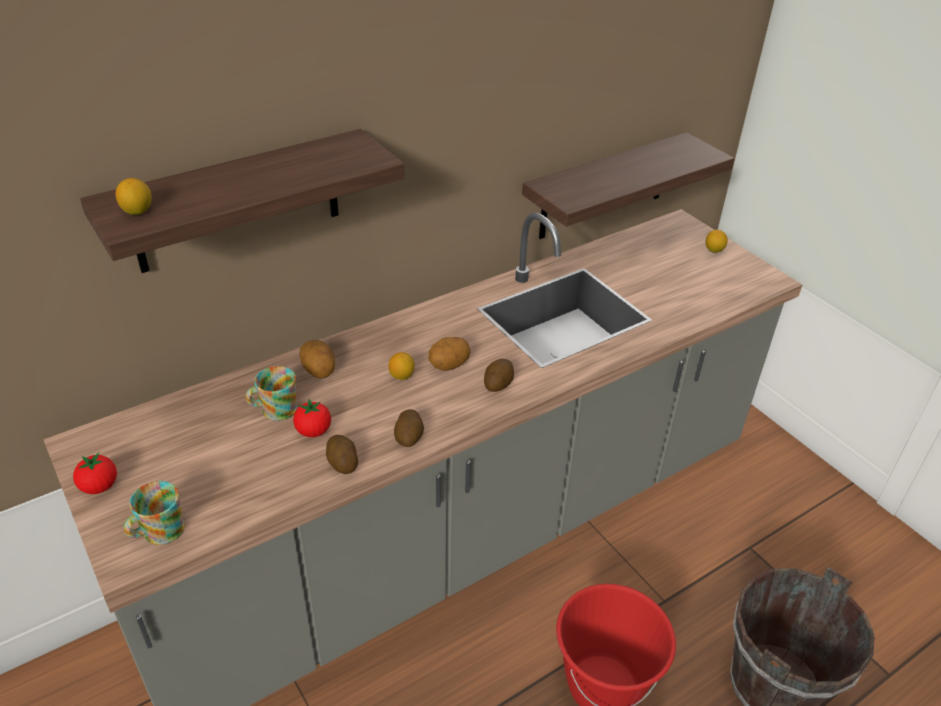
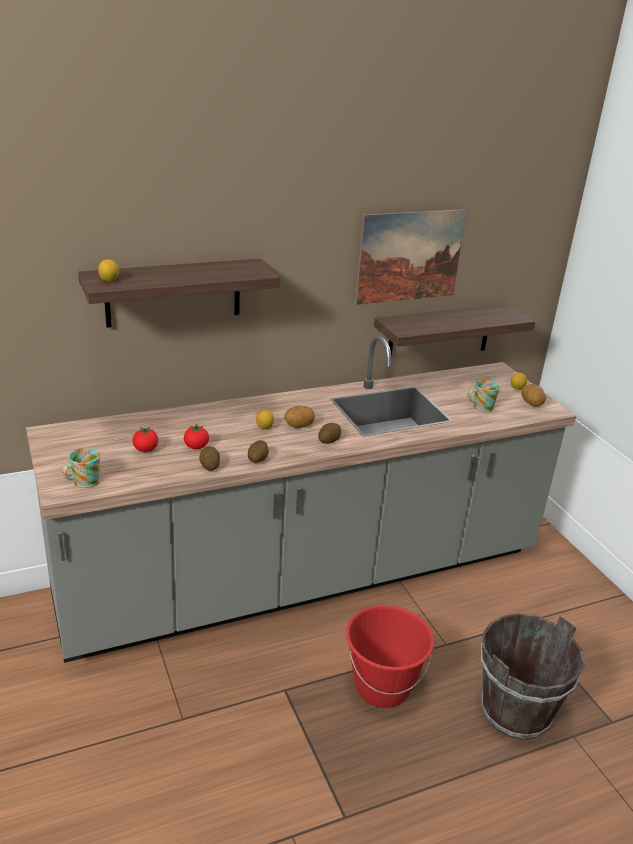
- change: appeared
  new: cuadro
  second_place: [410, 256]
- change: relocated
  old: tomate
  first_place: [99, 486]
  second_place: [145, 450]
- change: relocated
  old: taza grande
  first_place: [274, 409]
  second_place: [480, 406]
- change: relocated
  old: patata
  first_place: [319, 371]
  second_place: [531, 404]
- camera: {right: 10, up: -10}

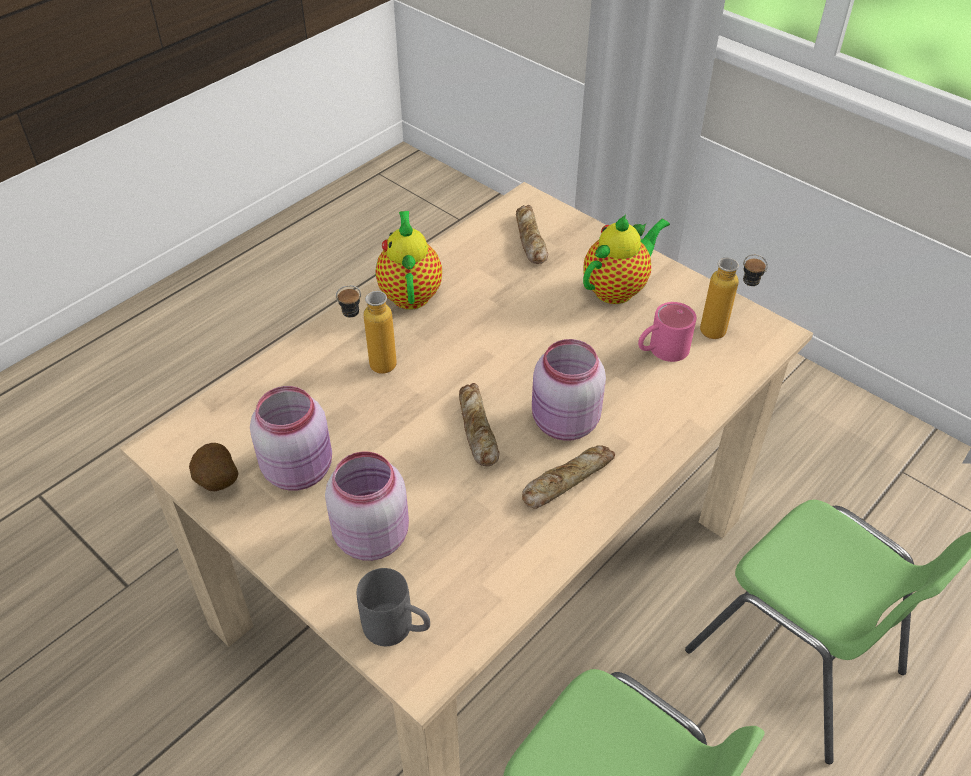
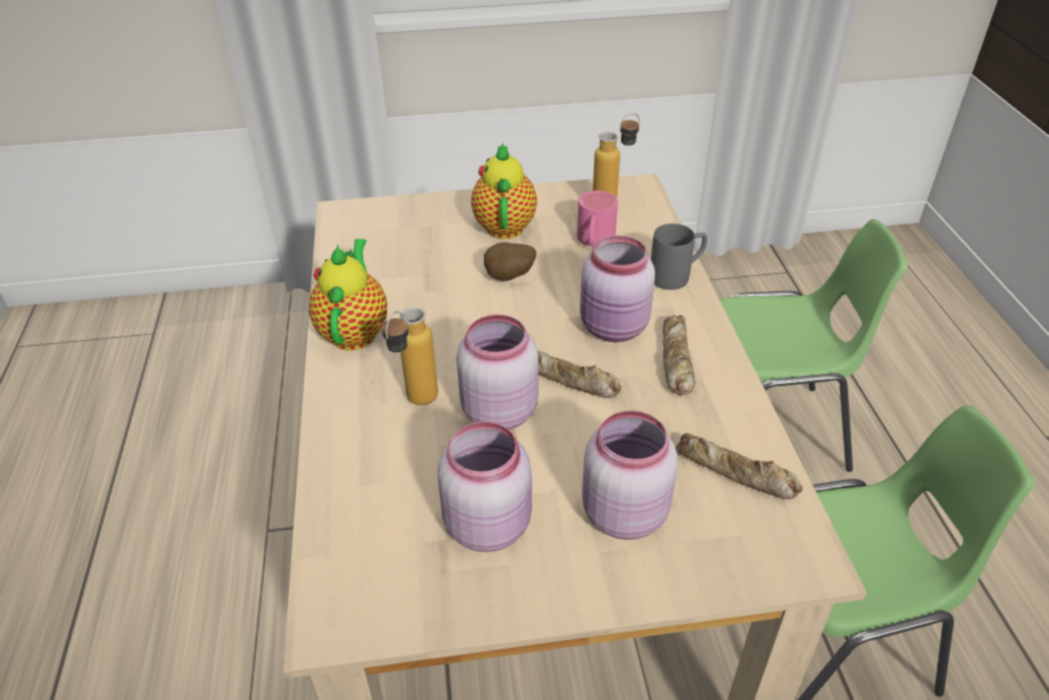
- change: appeared
  new: tarro (rosa)
  second_place: [497, 411]
- change: relocated
  old: patata
  first_place: [217, 483]
  second_place: [509, 278]
- change: relocated
  old: taza grande (gris)
  first_place: [398, 629]
  second_place: [677, 275]
- change: relocated
  old: pan
  first_place: [529, 239]
  second_place: [736, 473]
- change: spun
  old: tetera
  first_place: [410, 292]
  second_place: [355, 331]
  degrees: 60
- camera: {right: -50, up: -5}

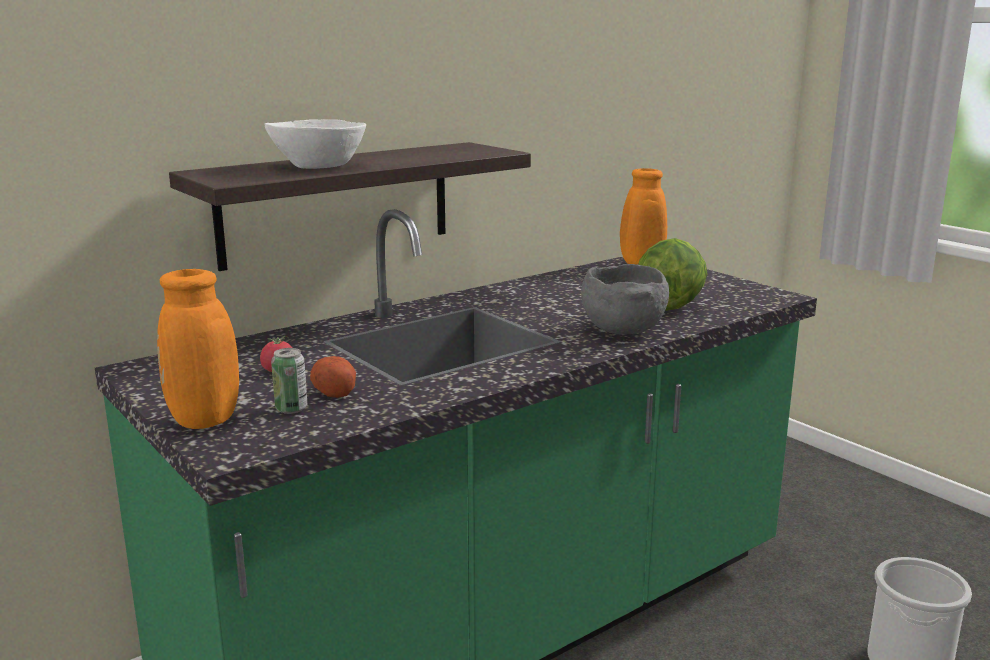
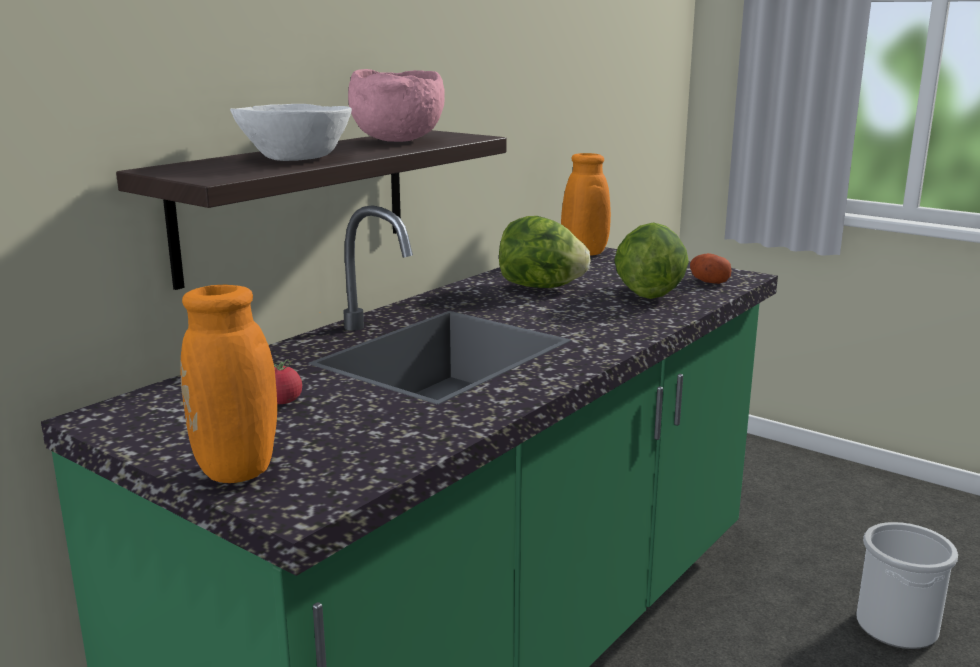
- change: missing
  old: lata
  first_place: [291, 408]
- change: missing
  old: cuenco (gris)
  first_place: [622, 330]
- change: appeared
  new: cuenco (rosa)
  second_place: [397, 140]
- change: appeared
  new: lechuga
  second_place: [541, 287]
- change: relocated
  old: patata
  first_place: [334, 391]
  second_place: [707, 281]
- camera: {right: -15, up: 0}

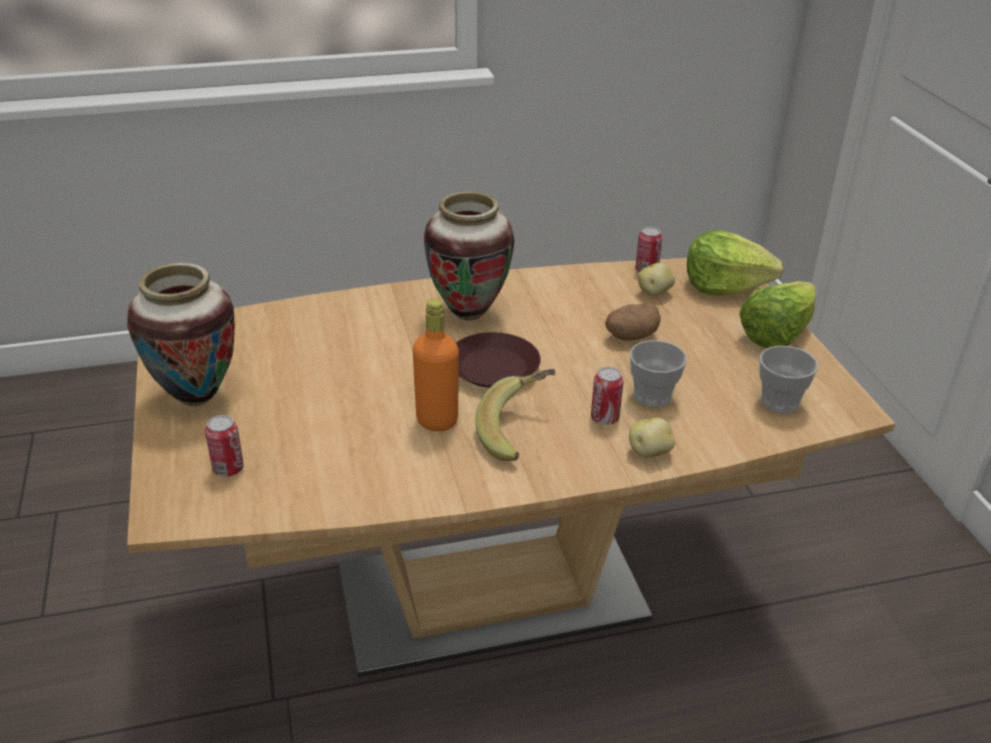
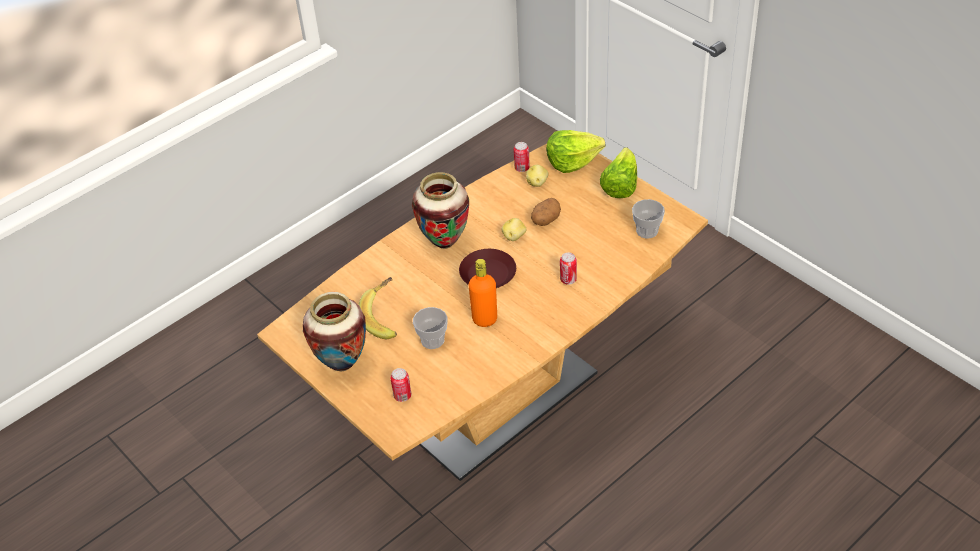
- change: relocated
  old: plátano
  first_place: [520, 432]
  second_place: [385, 318]
- change: relocated
  old: patata
  first_place: [650, 452]
  second_place: [514, 237]
- change: relocated
  old: taza
  first_place: [652, 396]
  second_place: [432, 340]
- camera: {right: -25, up: 10}

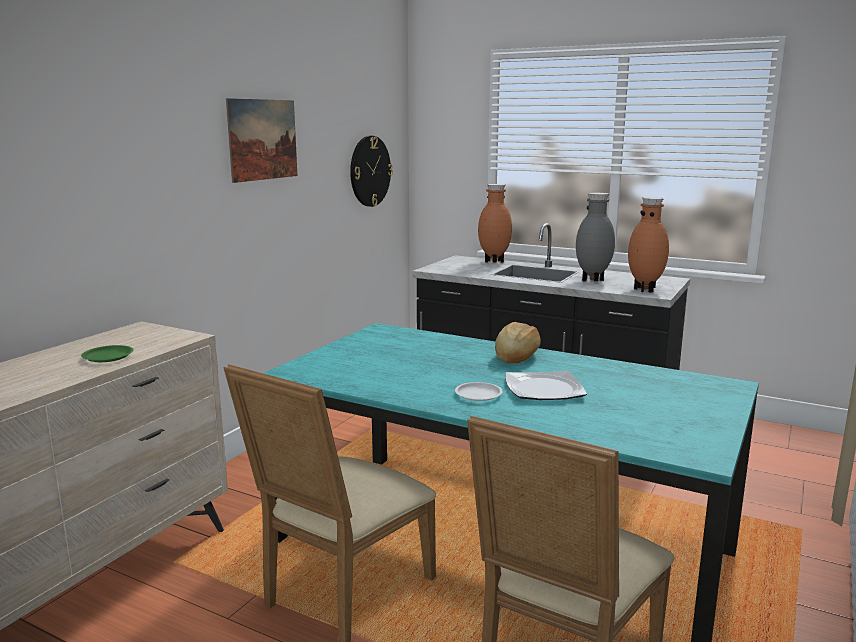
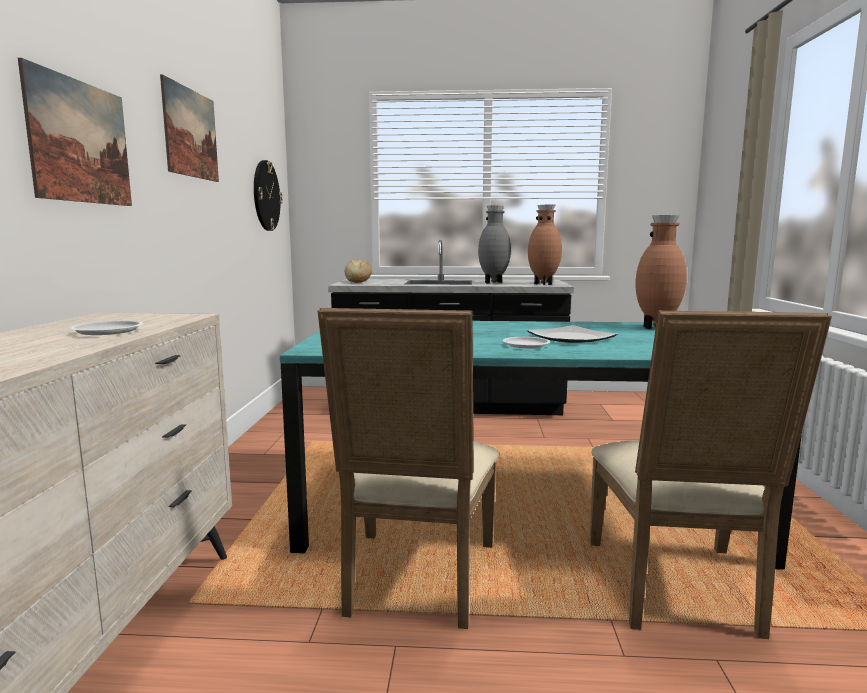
- change: appeared
  new: cuadro
  second_place: [81, 142]
- change: relocated
  old: florero (marrón)
  first_place: [494, 262]
  second_place: [657, 328]
- change: relocated
  old: pan
  first_place: [516, 356]
  second_place: [357, 281]
- change: colour
  old: plato (verde)
  new: plato (blanco)
  first_place: [108, 357]
  second_place: [108, 331]
- camera: {right: -25, up: -5}

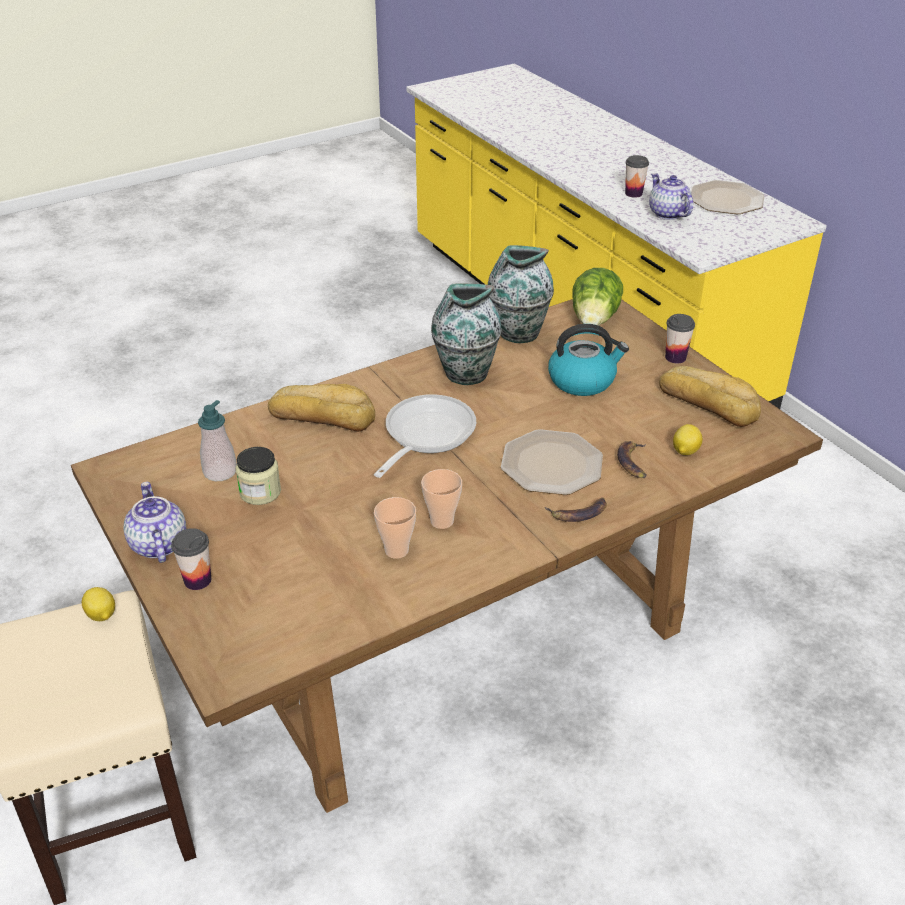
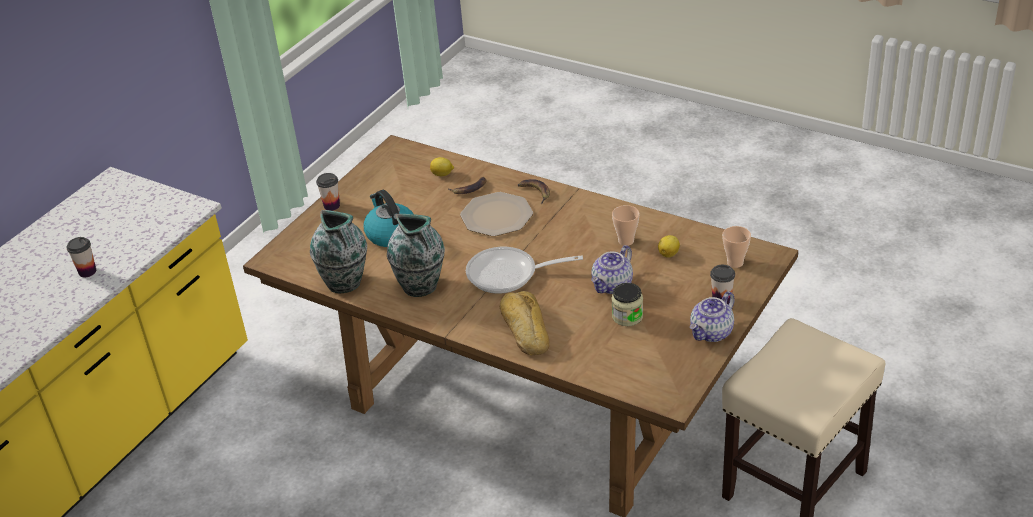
- change: missing
  old: dispensador de jabón
  first_place: [220, 472]
- change: missing
  old: lechuga
  first_place: [594, 320]
- change: missing
  old: pan
  first_place: [709, 402]
- change: missing
  old: plato
  first_place: [725, 199]
- change: relocated
  old: limón
  first_place: [101, 615]
  second_place: [669, 254]
- change: relocated
  old: taza
  first_place: [442, 521]
  second_place: [735, 262]
- change: relocated
  old: tetera
  first_place: [667, 213]
  second_place: [612, 286]
- camera: {right: -115, up: 0}

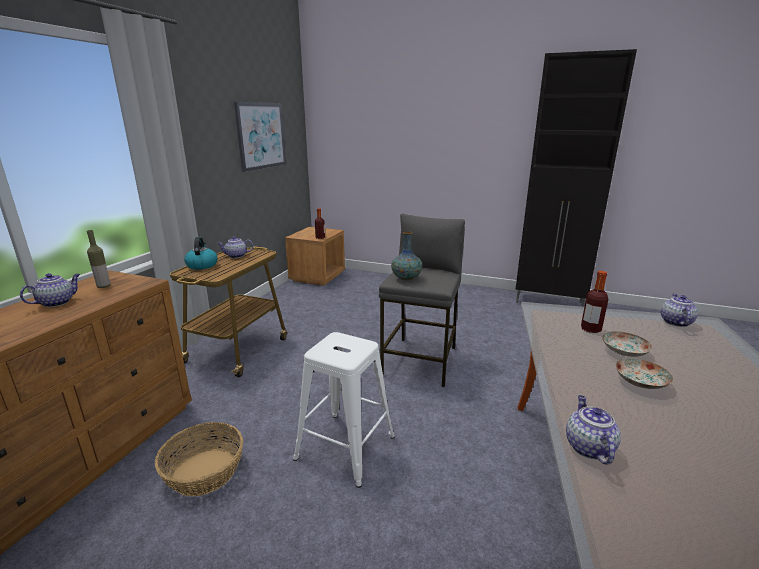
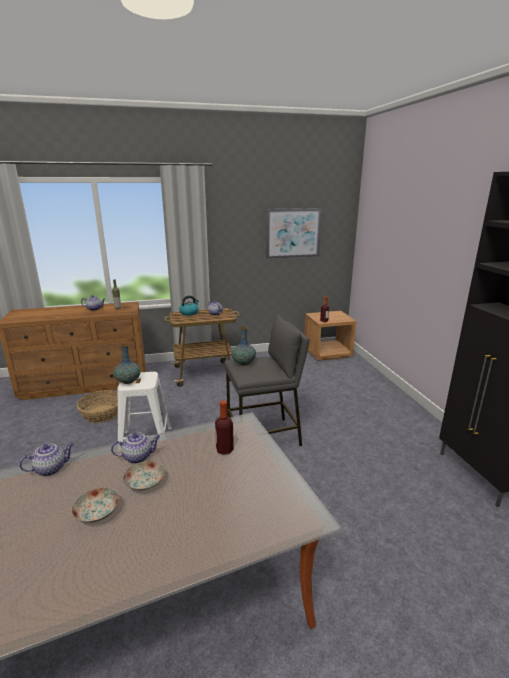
- change: appeared
  new: florero
  second_place: [128, 381]
- change: relocated
  old: plato
  first_place: [625, 351]
  second_place: [97, 512]
- change: relocated
  old: tetera
  first_place: [675, 322]
  second_place: [138, 457]
- camera: {right: 55, up: 0}

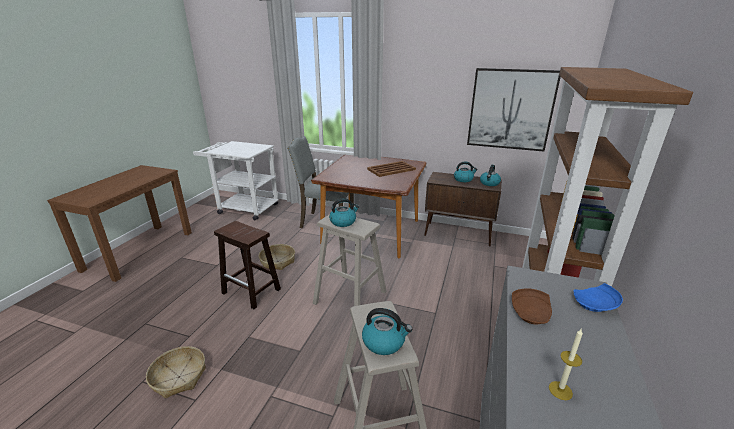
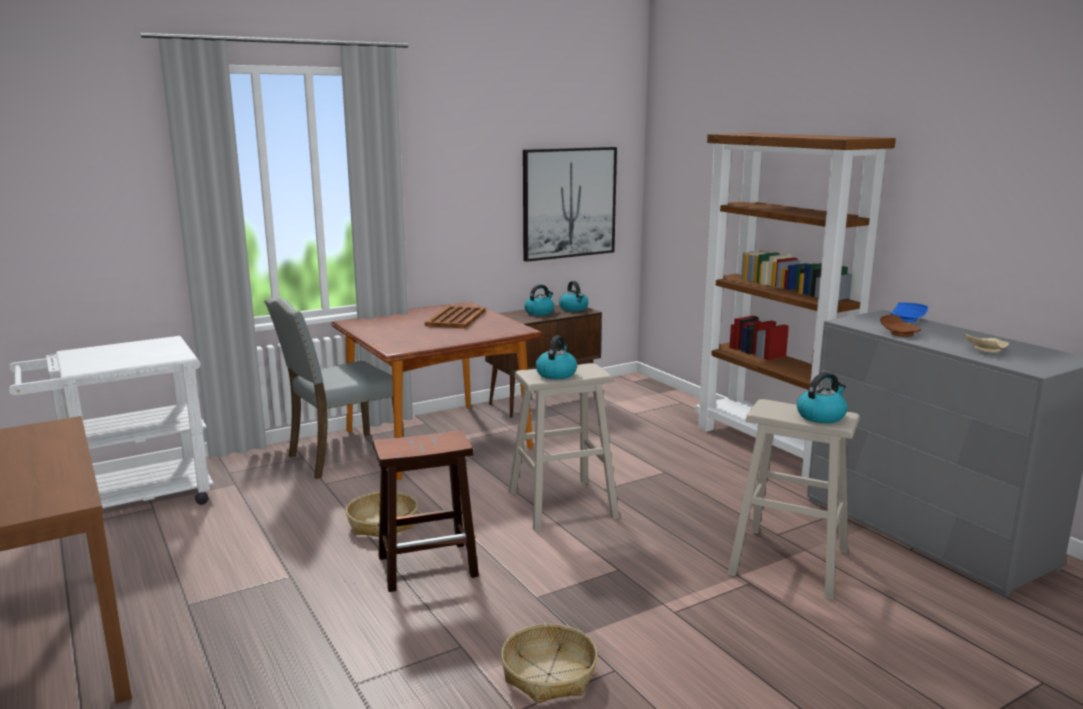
- change: exchanged
  old: vela
  new: plato (beis)
  first_place: [560, 390]
  second_place: [984, 350]
- camera: {right: -50, up: -10}

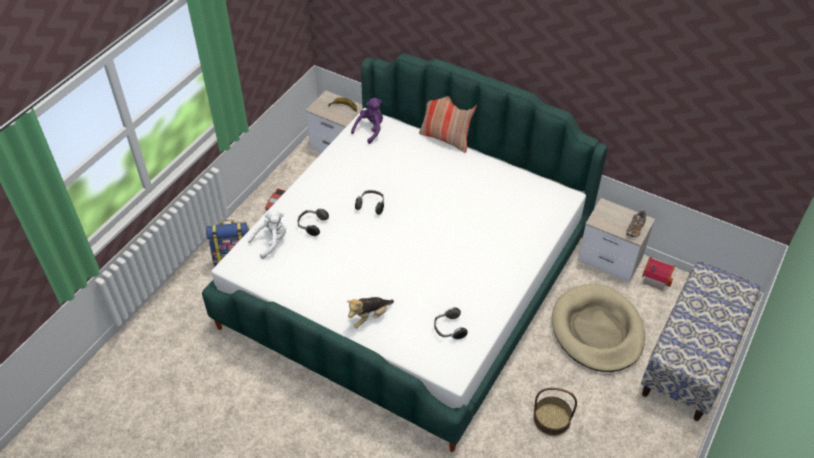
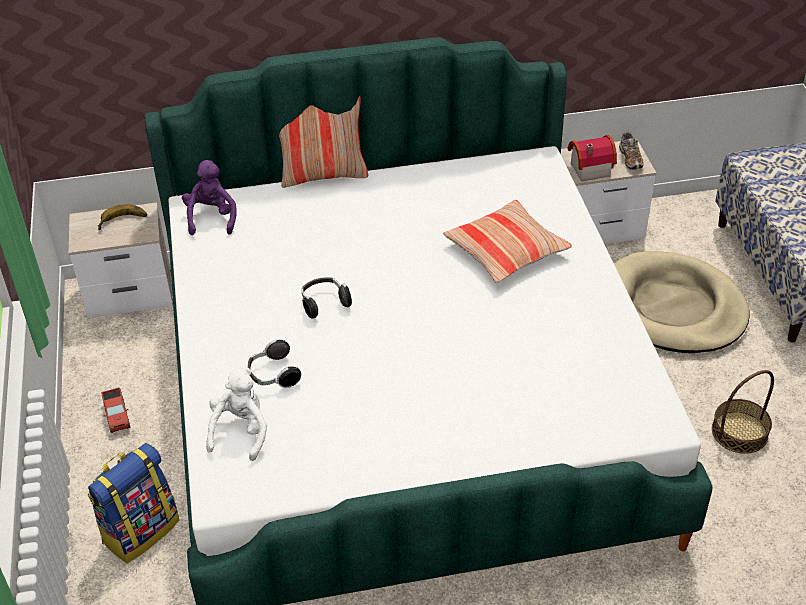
- change: missing
  old: peluche
  first_place: [369, 317]
- change: missing
  old: auriculares
  first_place: [449, 329]
- change: appeared
  new: cojín
  second_place: [506, 250]
- change: relocated
  old: casita
  first_place: [655, 277]
  second_place: [588, 168]
- camera: {right: -40, up: -5}

